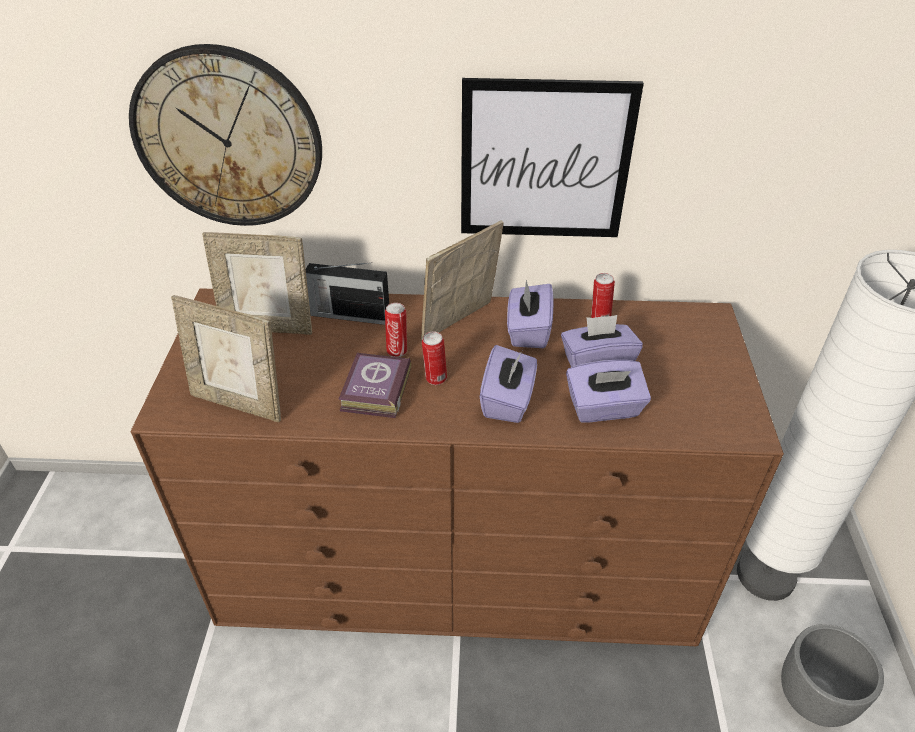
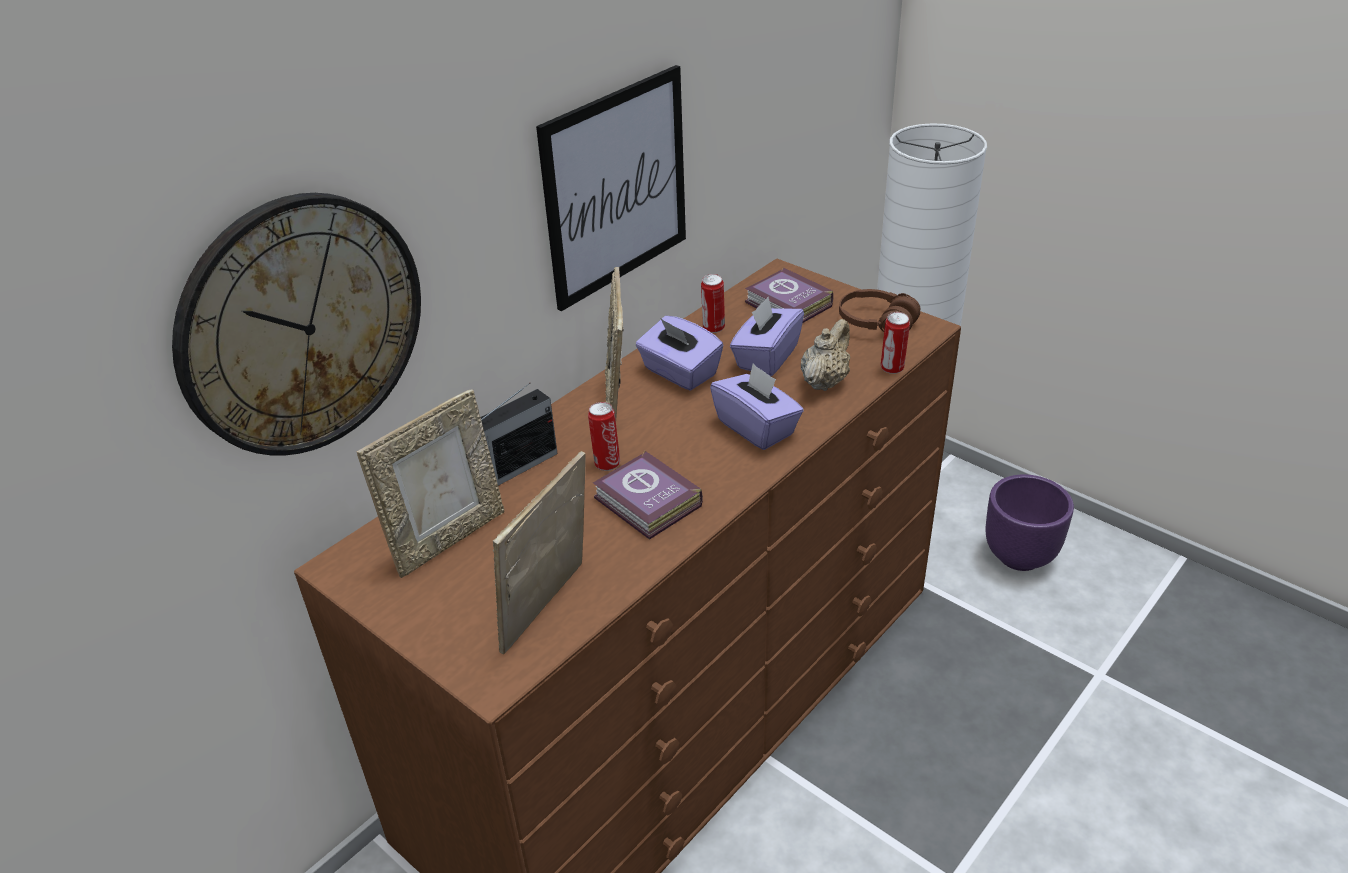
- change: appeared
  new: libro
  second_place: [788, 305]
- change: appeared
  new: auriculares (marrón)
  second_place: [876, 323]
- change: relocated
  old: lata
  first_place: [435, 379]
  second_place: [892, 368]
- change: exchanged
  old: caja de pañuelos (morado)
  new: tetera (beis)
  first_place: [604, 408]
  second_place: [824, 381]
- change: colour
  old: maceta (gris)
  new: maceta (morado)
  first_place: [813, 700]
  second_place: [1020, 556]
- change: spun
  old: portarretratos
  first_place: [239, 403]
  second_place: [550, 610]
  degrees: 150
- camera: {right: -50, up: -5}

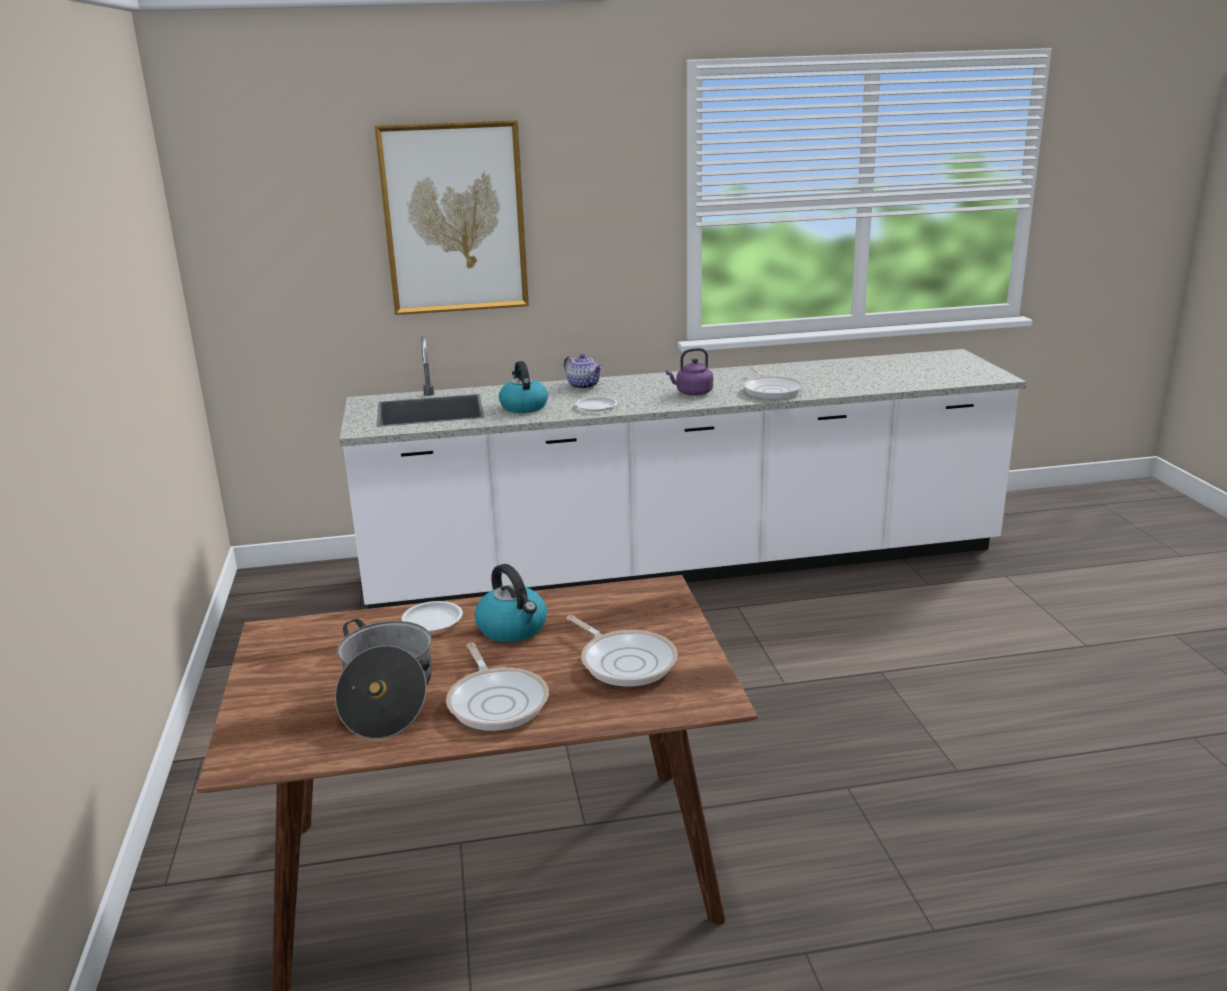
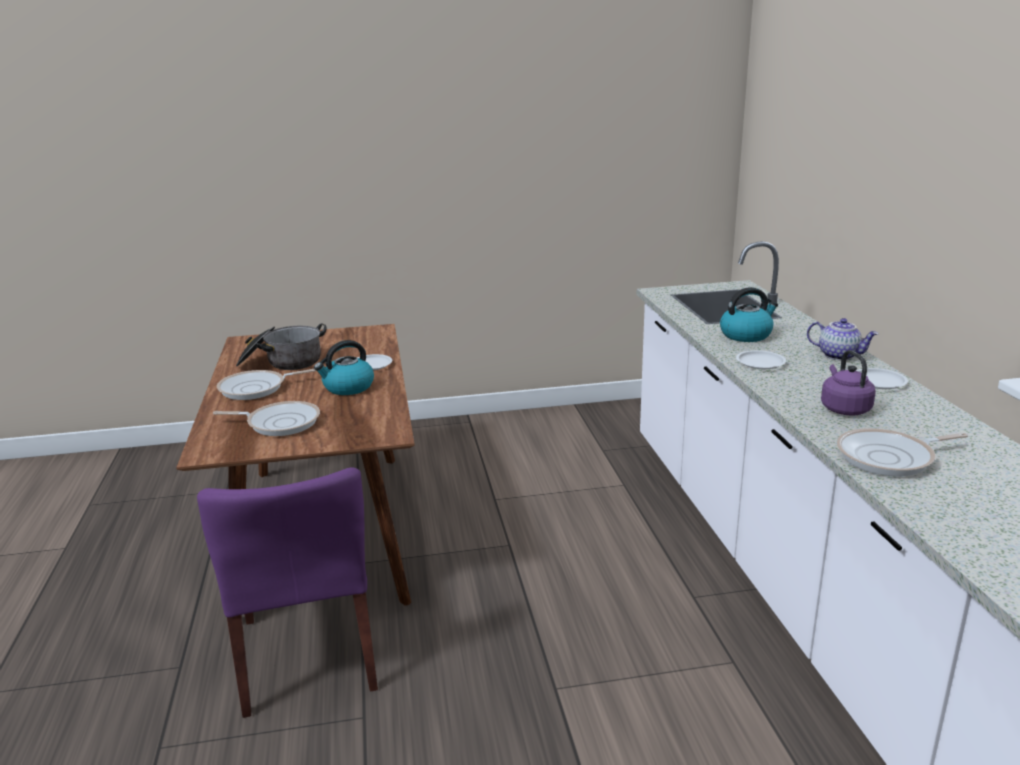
- change: missing
  old: cuadro
  first_place: [454, 218]
- change: appeared
  new: silla (morado)
  second_place: [308, 654]
- change: appeared
  new: plato (blanco)
  second_place: [878, 382]
- change: spun
  old: tetera
  first_place: [584, 386]
  second_place: [839, 355]
  degrees: -105
- change: spun
  old: sartén
  first_place: [625, 661]
  second_place: [280, 423]
  degrees: -135
- camera: {right: 90, up: 0}

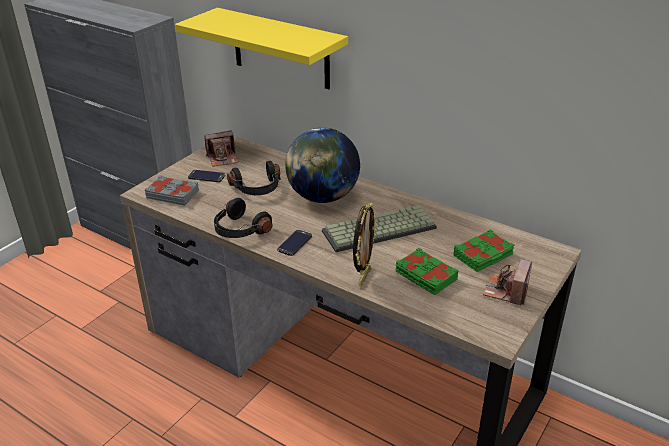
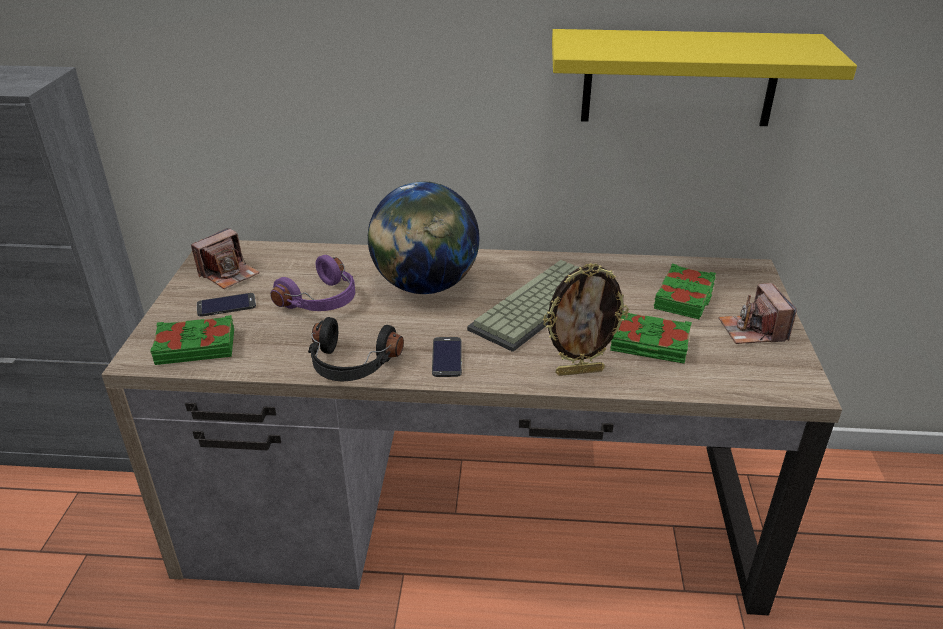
- change: relocated
  old: estante (amarillo)
  first_place: [280, 49]
  second_place: [679, 78]
- change: colour
  old: libro (gris)
  new: libro (verde)
  first_place: [173, 194]
  second_place: [195, 346]
- change: colour
  old: auriculares (negro)
  new: auriculares (morado)
  first_place: [257, 189]
  second_place: [322, 301]
- change: spun
  old: portarretratos
  first_place: [363, 277]
  second_place: [579, 371]
  degrees: 90
- camera: {right: -30, up: 0}

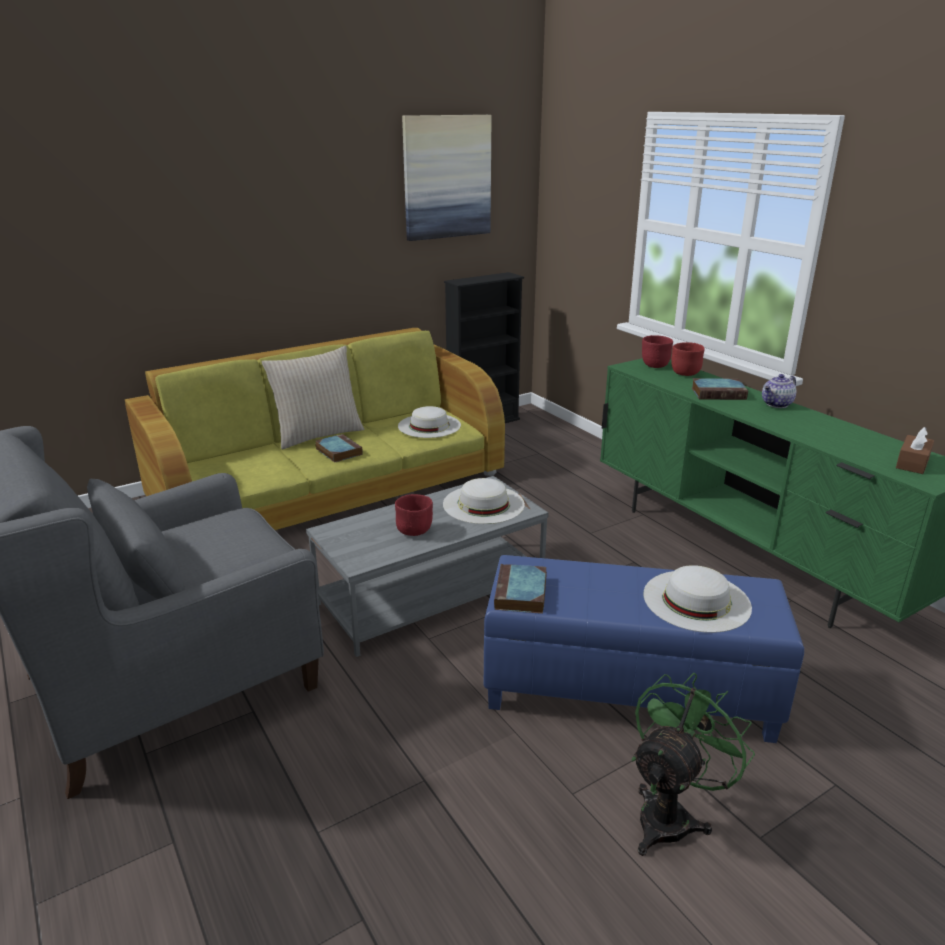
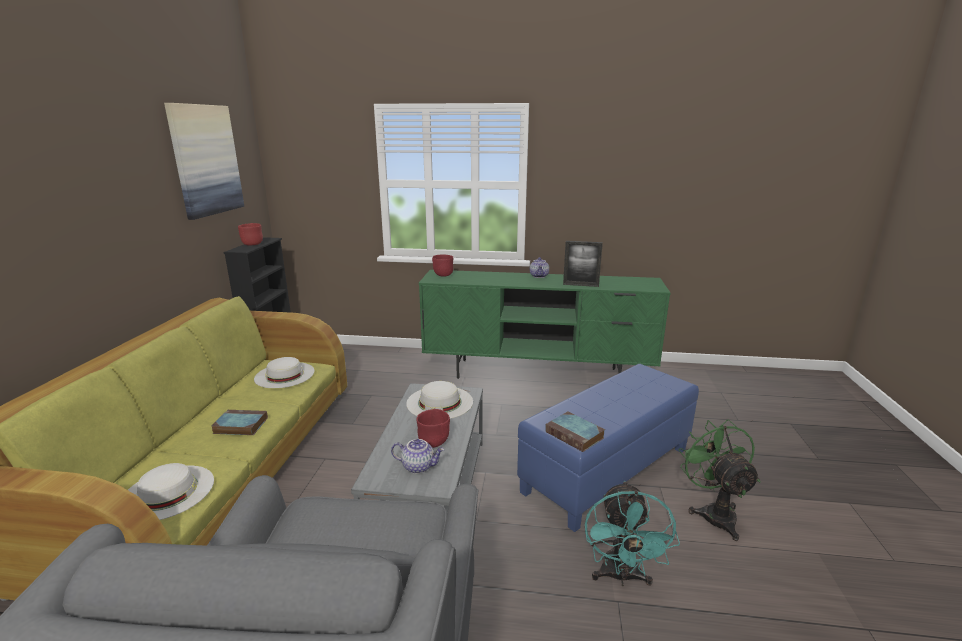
- change: missing
  old: cojín (beis)
  first_place: [318, 435]
- change: missing
  old: libro
  first_place: [719, 393]
- change: missing
  old: caja de pañuelos (marrón)
  first_place: [912, 463]
- change: appeared
  new: tetera
  second_place: [418, 466]
- change: appeared
  new: portarretratos
  second_place: [580, 285]
- change: appeared
  new: ventilador (turquesa)
  second_place: [621, 577]
- change: relocated
  old: sombrero (blanco)
  first_place: [696, 600]
  second_place: [168, 492]
- change: relocated
  old: cuenco (rojo)
  first_place: [684, 373]
  second_place: [252, 244]
- camera: {right: -50, up: -5}

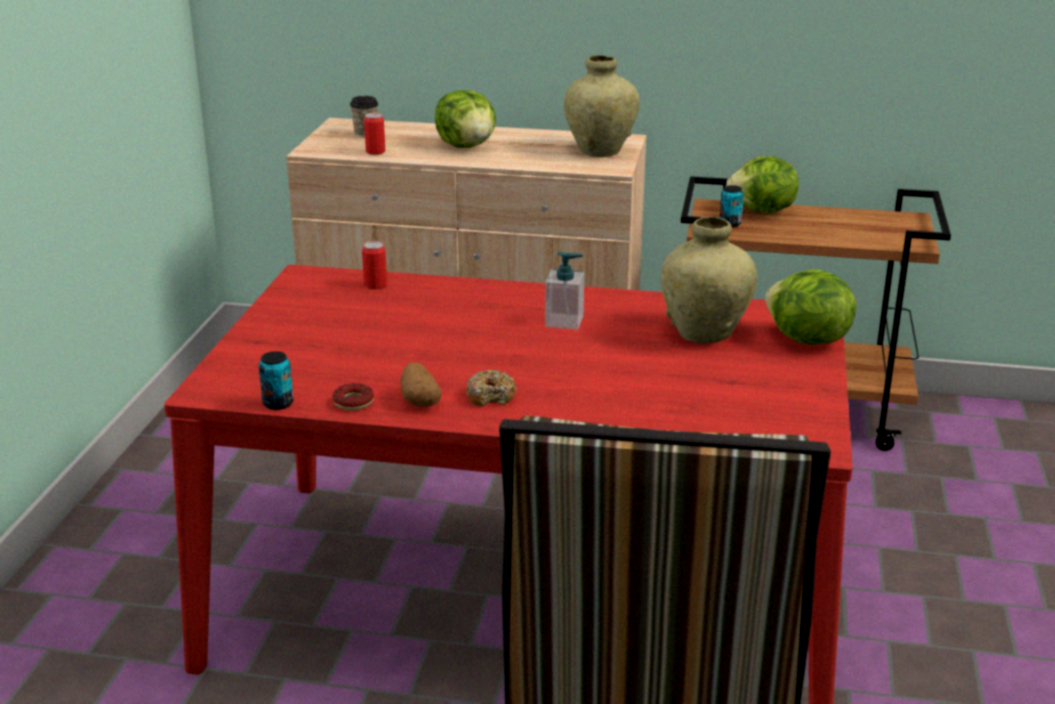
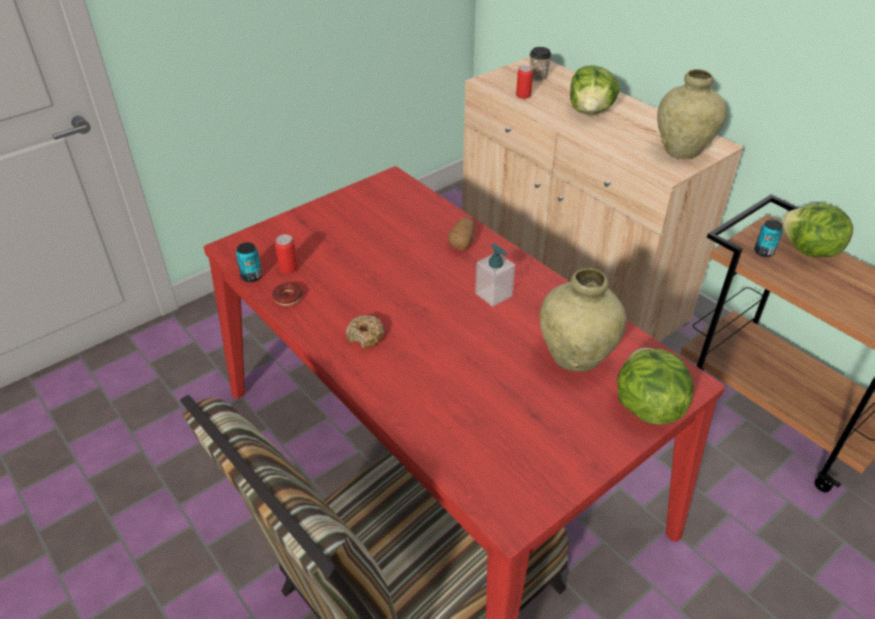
- change: relocated
  old: lata
  first_place: [375, 285]
  second_place: [288, 268]
- change: relocated
  old: patata
  first_place: [419, 400]
  second_place: [462, 243]
- camera: {right: 40, up: 15}

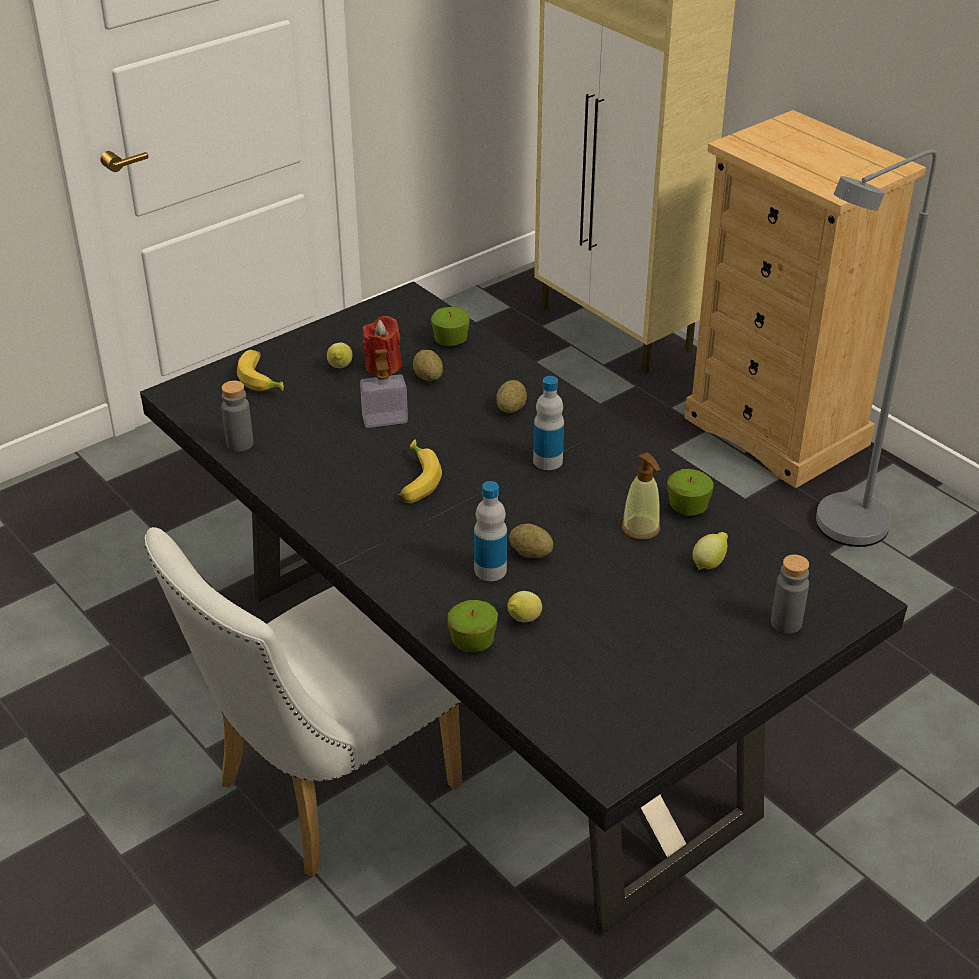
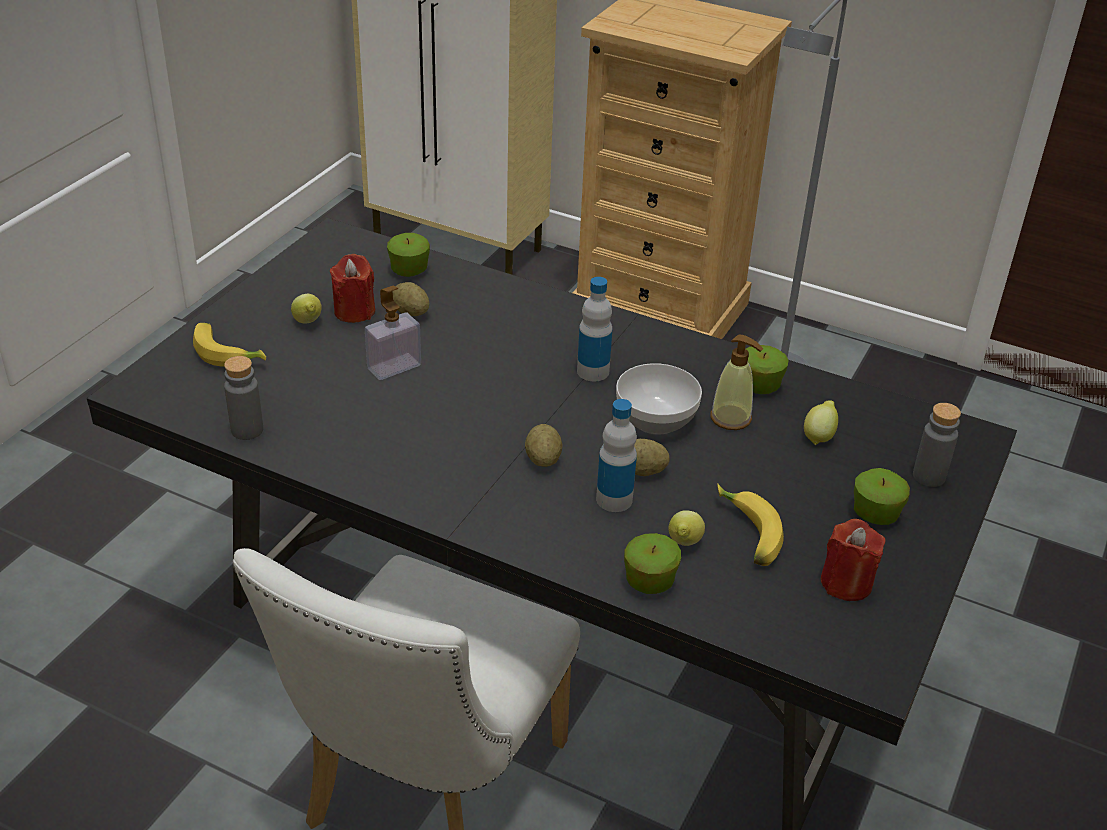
- change: appeared
  new: cuenco
  second_place: [656, 418]
- change: appeared
  new: vela (rojo)
  second_place: [846, 583]
- change: appeared
  new: manzana
  second_place: [875, 514]
- change: relocated
  old: plátano
  first_place: [415, 480]
  second_place: [745, 534]
- change: relocated
  old: patata
  first_place: [511, 408]
  second_place: [543, 459]
- camera: {right: -25, up: 0}

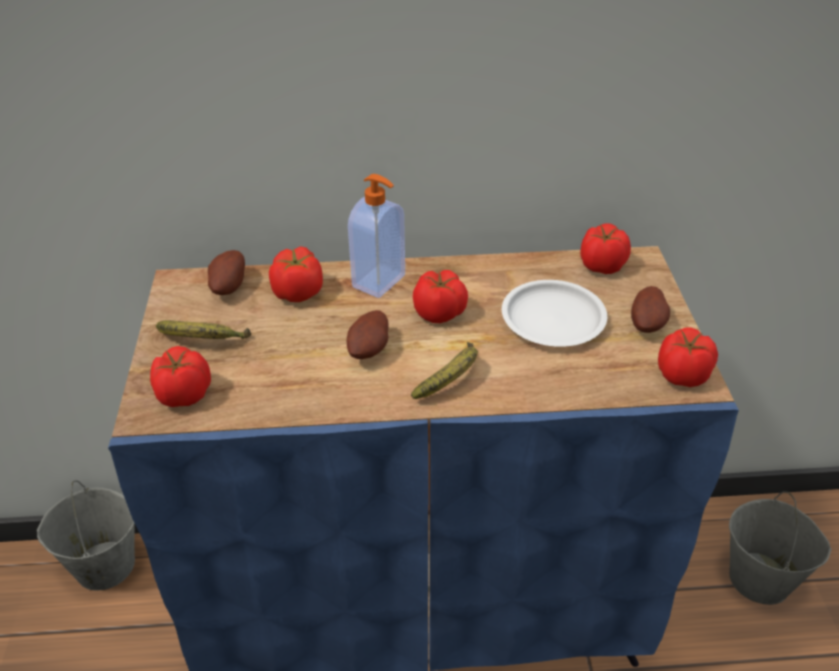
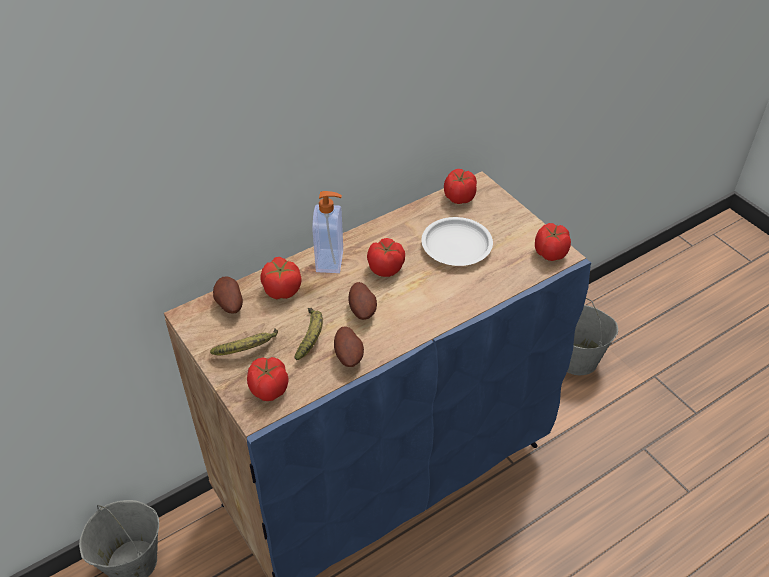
- change: relocated
  old: plátano
  first_place: [451, 379]
  second_place: [311, 337]
- change: relocated
  old: patata
  first_place: [647, 324]
  second_place: [349, 356]
- camera: {right: -30, up: 5}

